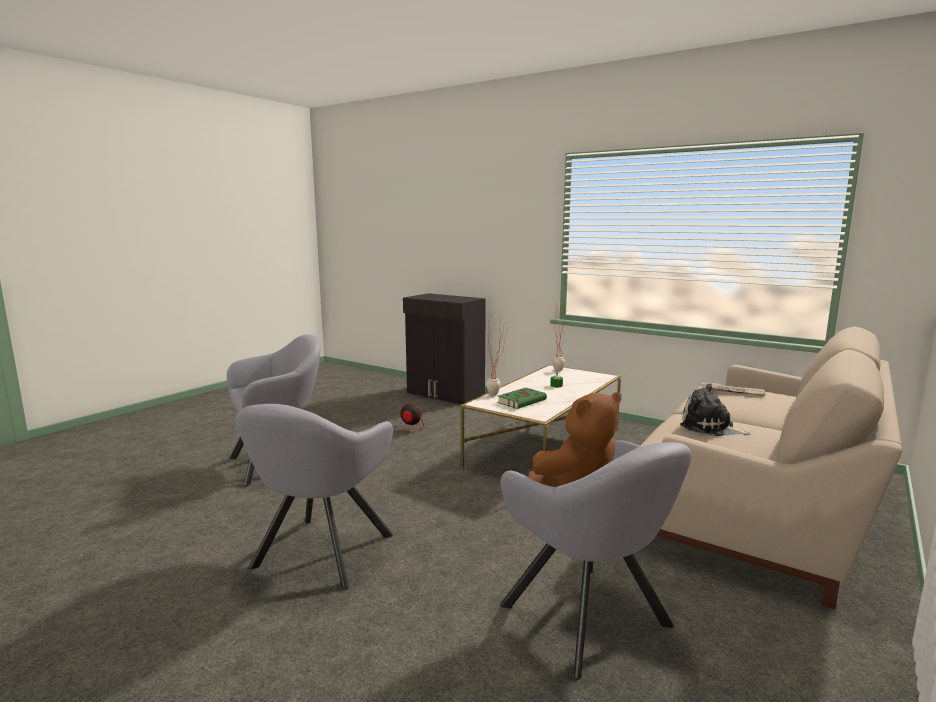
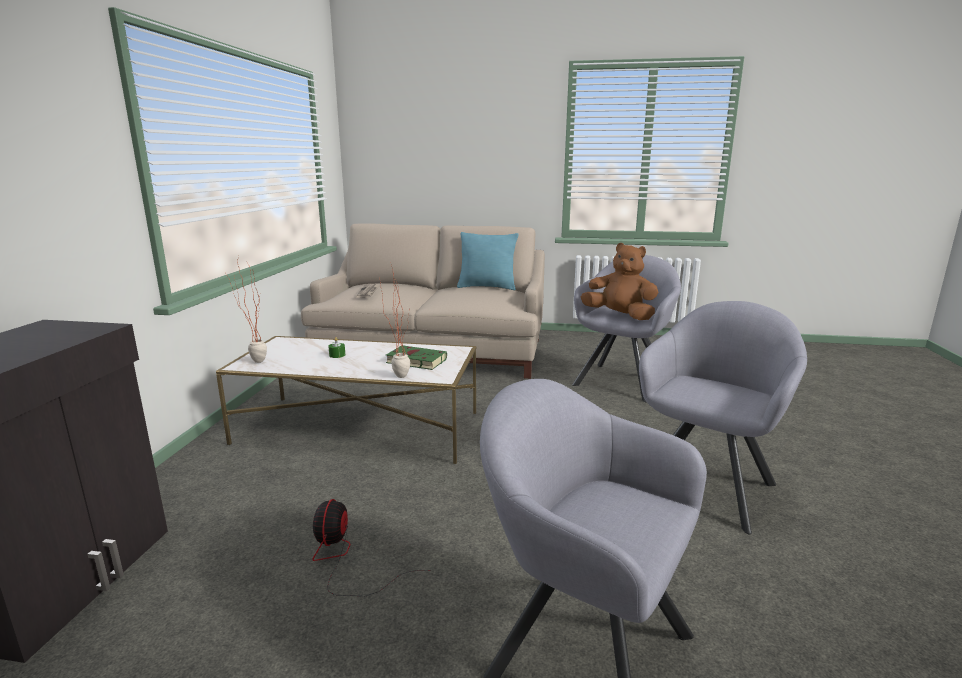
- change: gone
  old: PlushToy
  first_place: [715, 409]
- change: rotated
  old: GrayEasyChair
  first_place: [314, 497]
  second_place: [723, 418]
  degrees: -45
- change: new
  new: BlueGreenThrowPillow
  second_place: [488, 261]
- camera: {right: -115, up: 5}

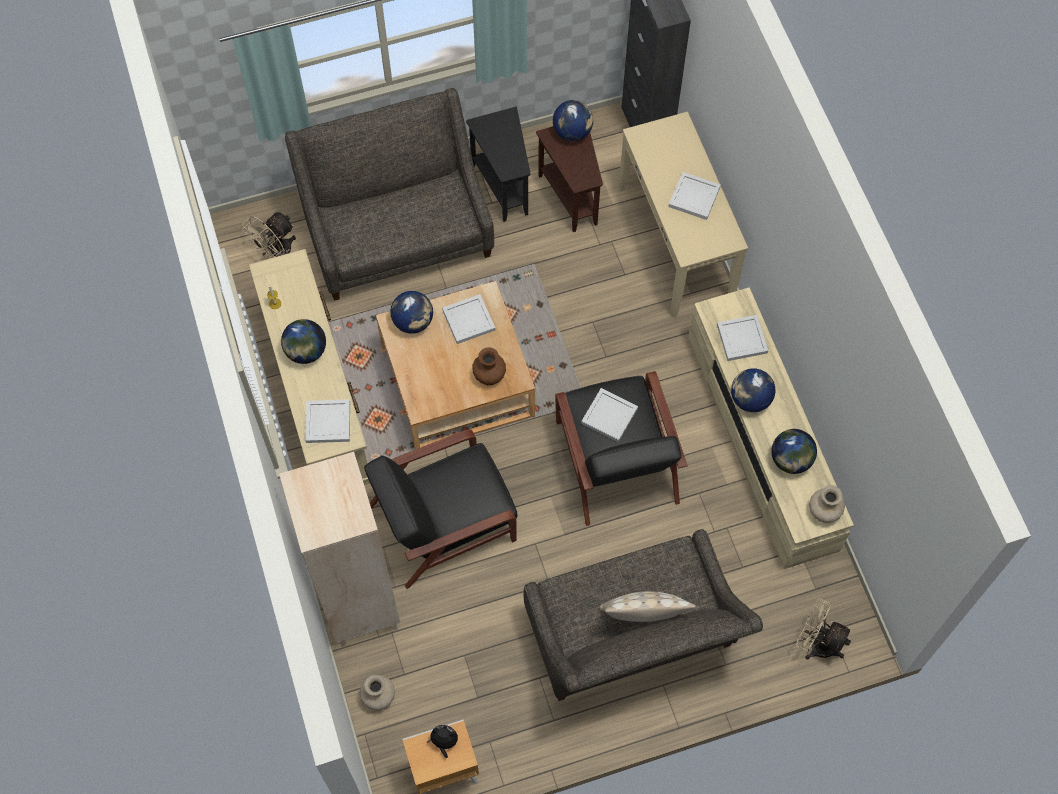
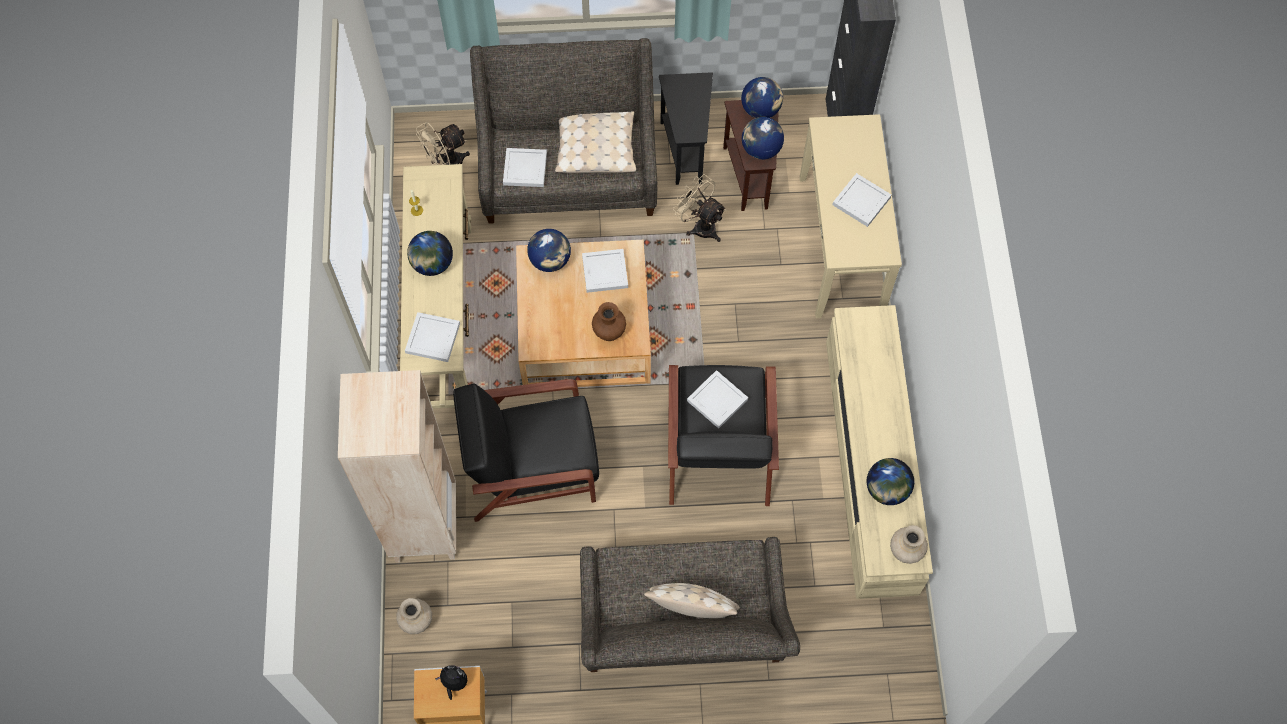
- change: shifted
  old: WhitishTray
  first_place: [742, 338]
  second_place: [525, 167]
- change: shifted
  old: WorldGlobe
  first_place: [753, 390]
  second_place: [763, 138]
- change: shifted
  old: BeigeColouredFan
  first_place: [824, 629]
  second_place: [699, 208]
- change: new
  new: BeigeColouredThrowPillow
  second_place: [595, 142]
- camera: {right: 15, up: 0}

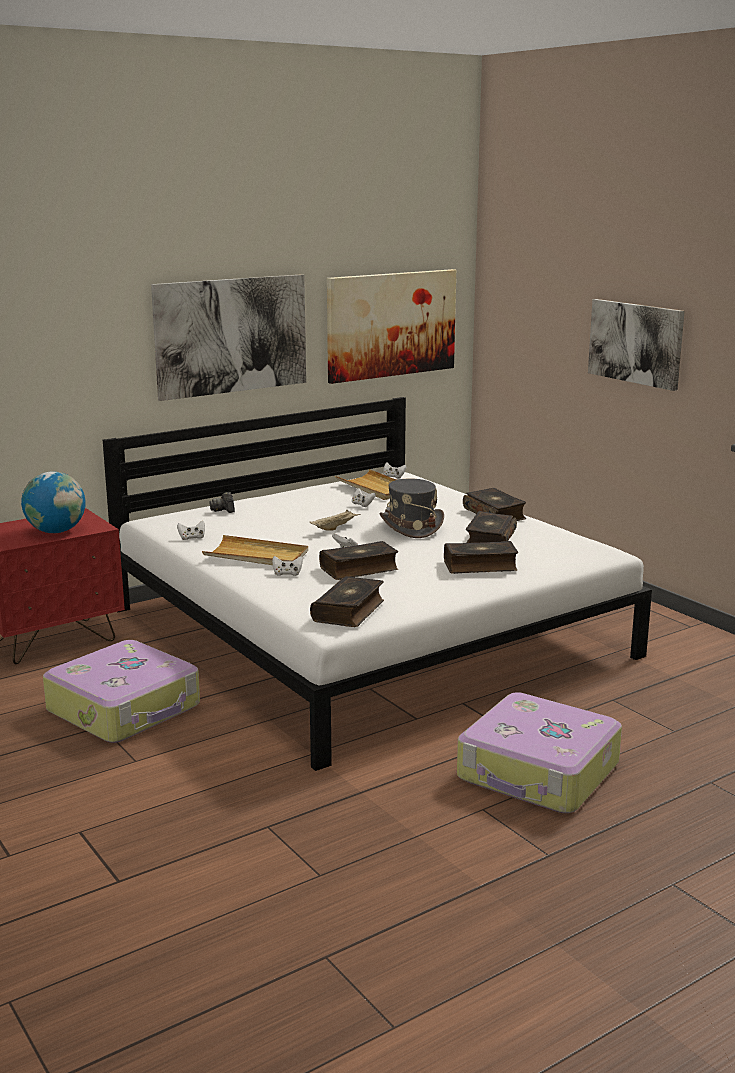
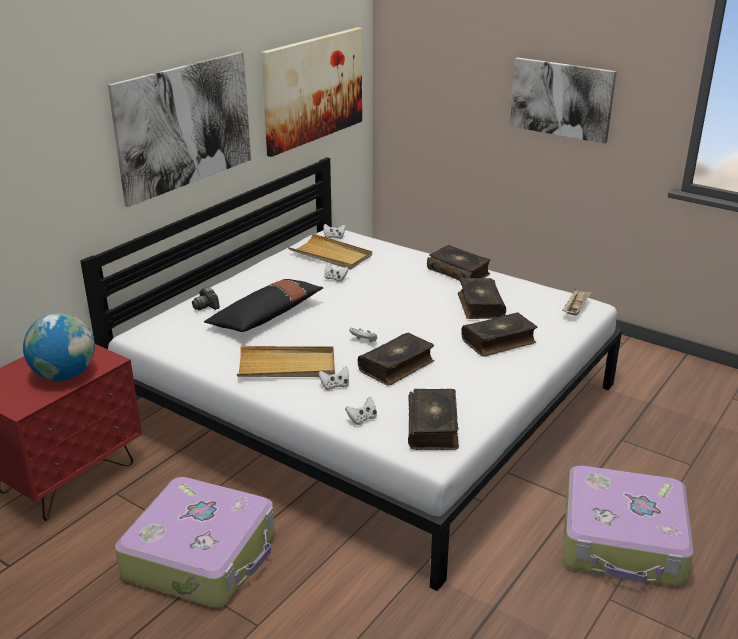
- change: gone
  old: GrayClothingHat
  first_place: [411, 508]
- change: shifted
  old: BeigeColouredTray
  first_place: [335, 520]
  second_place: [577, 302]
- change: shifted
  old: WhitishGameController
  first_place: [191, 530]
  second_place: [361, 411]
- change: new
  new: BlackColouredThrowPillow
  second_place: [264, 305]
- camera: {right: -20, up: 10}

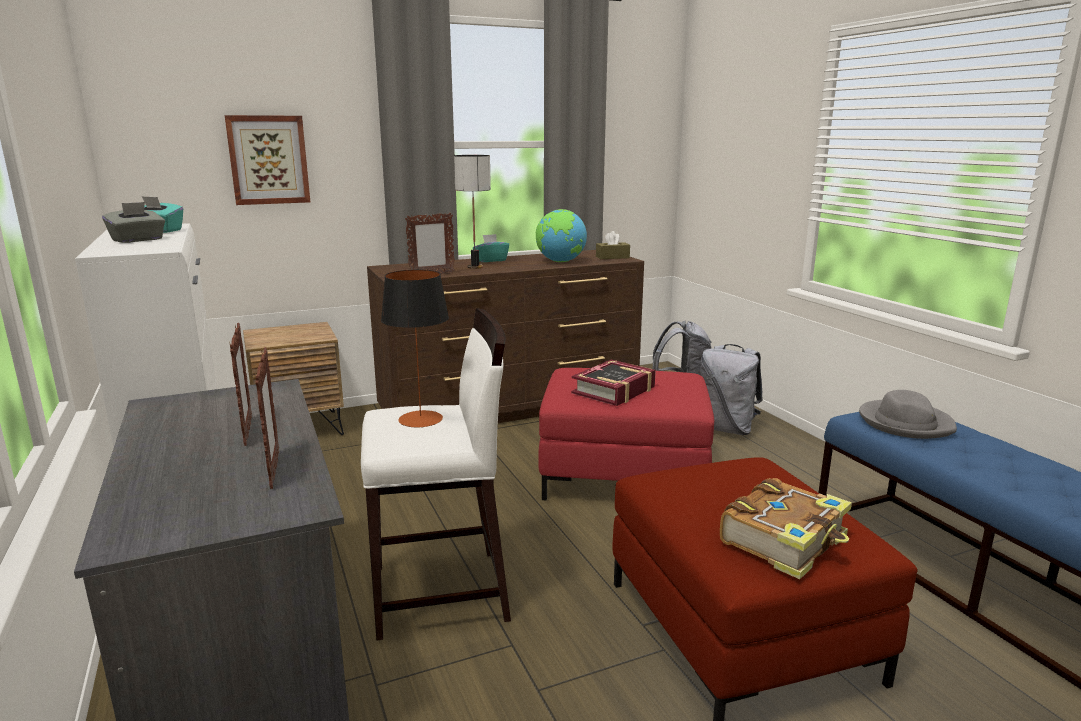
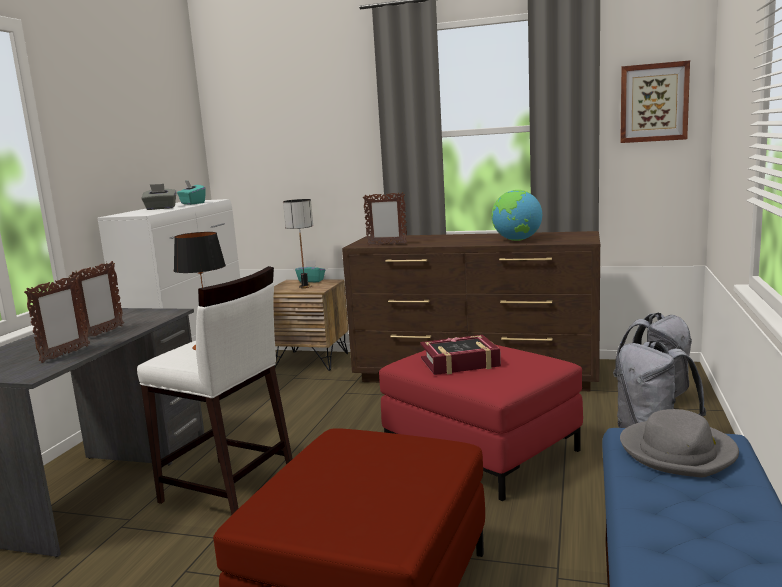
- change: shifted
  old: WallArt
  first_place: [267, 160]
  second_place: [655, 101]
- change: shifted
  old: TabletopLamp
  first_place: [472, 212]
  second_place: [298, 243]
- change: gone
  old: BrownColouredTissueBox
  first_place: [613, 245]
- change: shifted
  old: BlueGreenTissueBox
  first_place: [491, 248]
  second_place: [310, 271]
- change: gone
  old: BoundBook
  first_place: [786, 528]
- camera: {right: 40, up: -5}

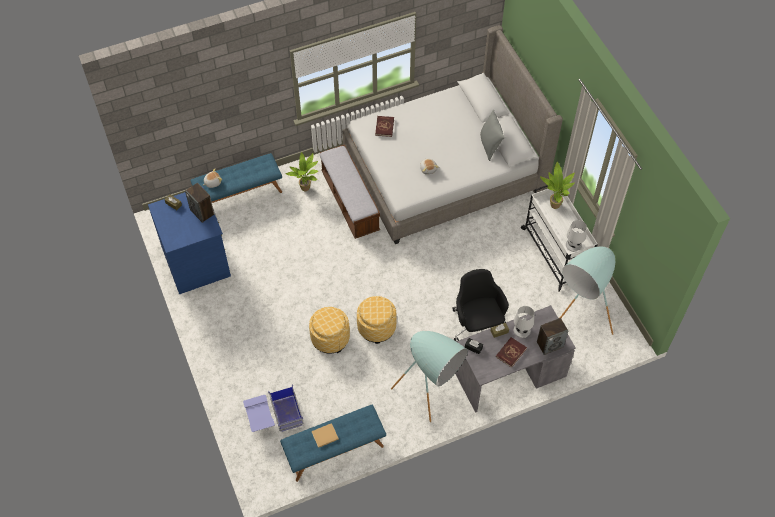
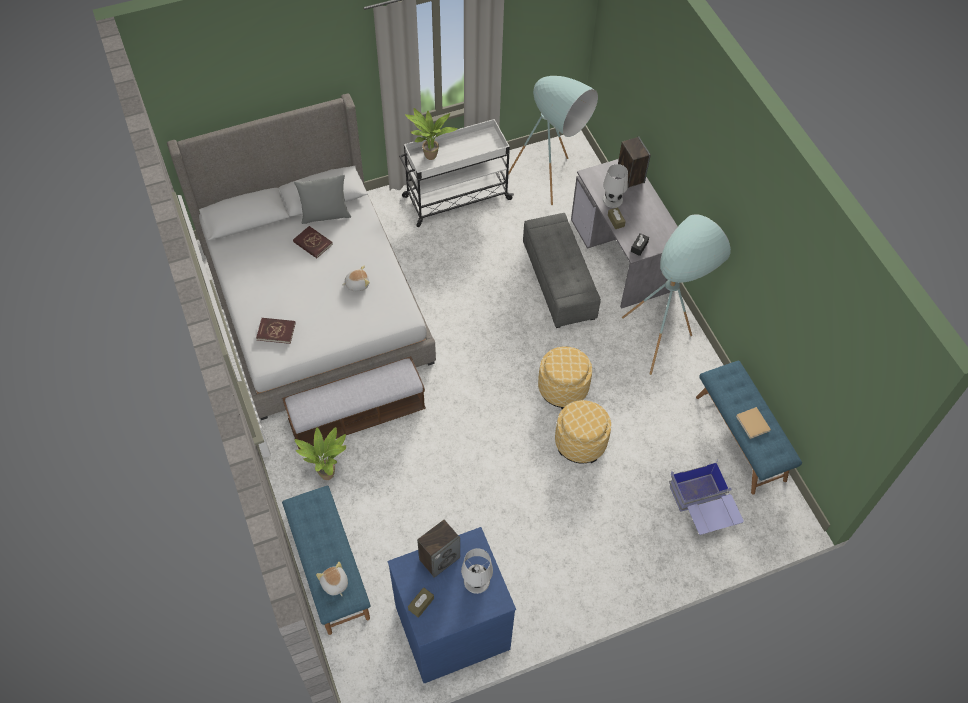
- change: shifted
  old: WhitishTabletopLamp
  first_place: [576, 236]
  second_place: [477, 571]
- change: swapped
  old: BlackColouredOfficeChair
  new: GrayFootrest
  first_place: [480, 305]
  second_place: [562, 270]
- change: shifted
  old: RedBoundBook
  first_place: [511, 352]
  second_place: [313, 242]
- camera: {right: -90, up: 0}

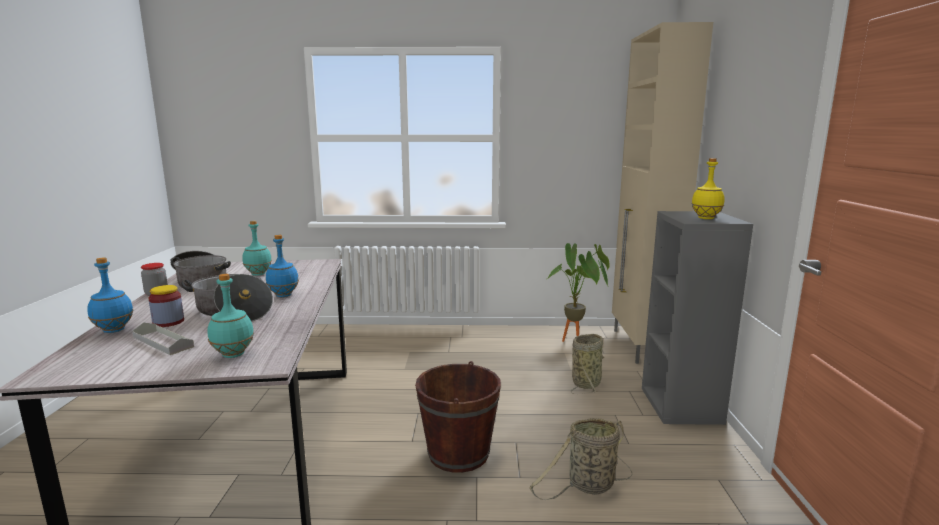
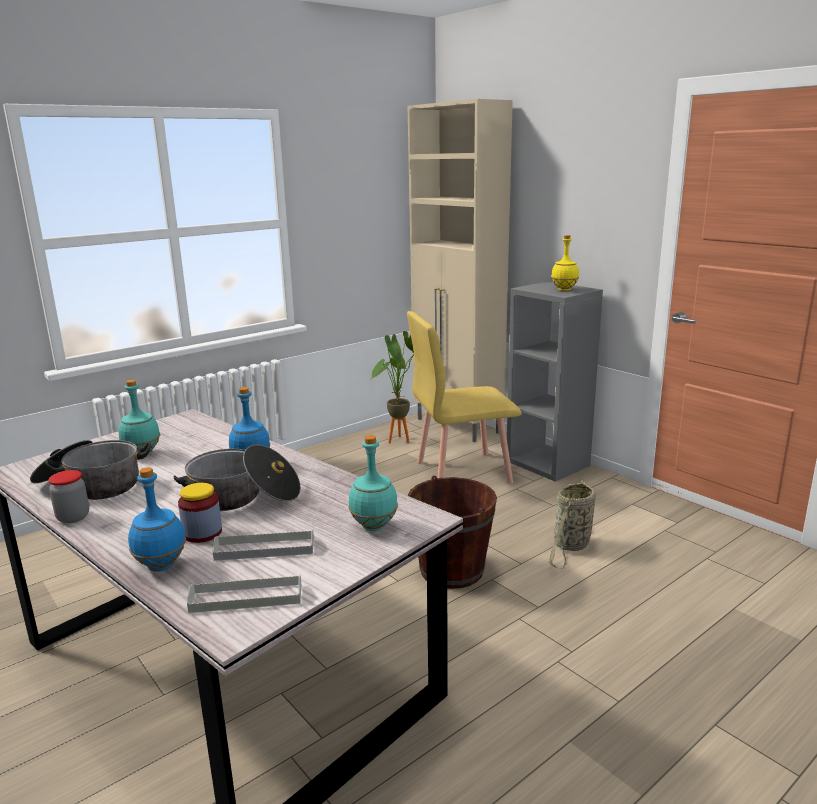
- change: swapped
  old: StorageBasket
  new: YellowColouredPlainChair
  first_place: [587, 364]
  second_place: [464, 397]
- change: new
  new: GrayTray
  second_place: [244, 594]
- camera: {right: -40, up: 5}

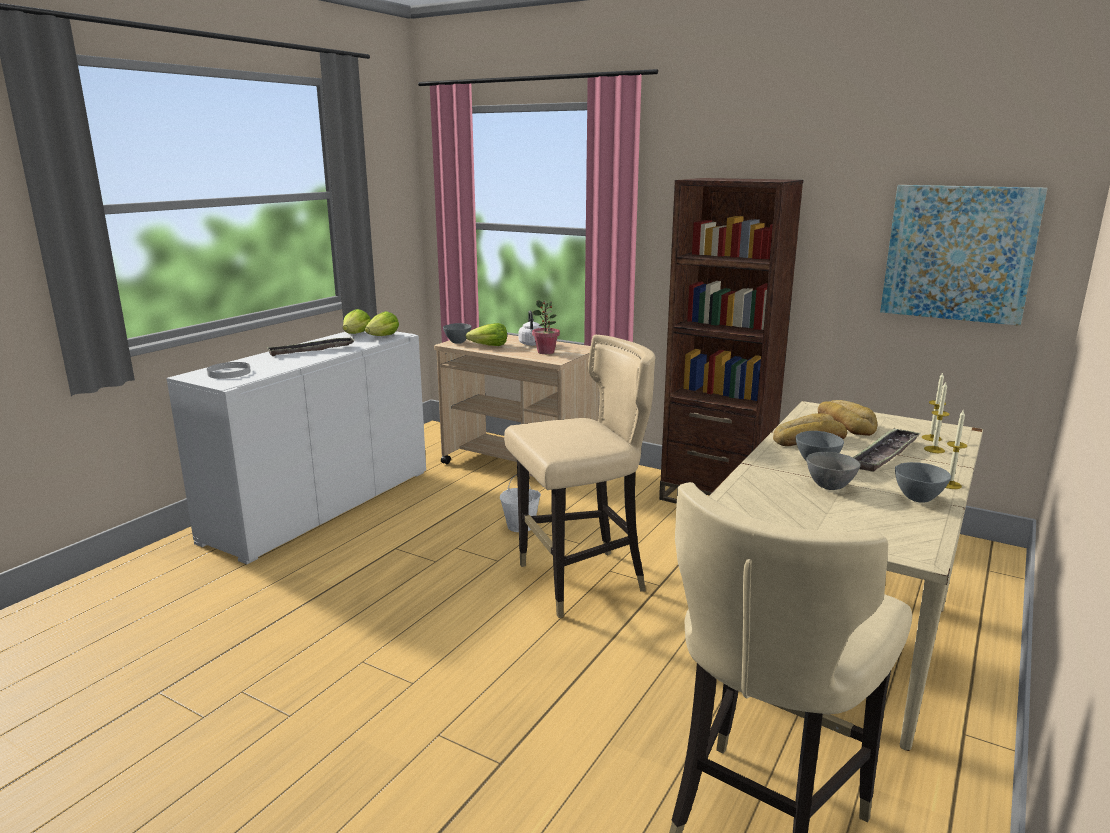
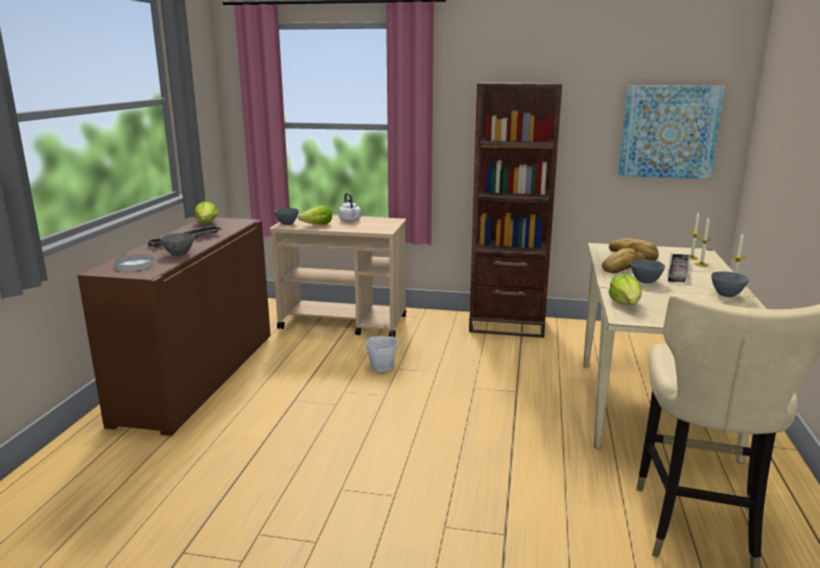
- change: gone
  old: PottedPlant
  first_place: [546, 327]
- change: shifted
  old: HeadOfLettuce
  first_place: [382, 323]
  second_place: [625, 289]
- change: repainted
  old: WhitishCabinet
  new: BrownColouredCabinet
  first_place: [296, 447]
  second_place: [174, 326]
- change: gone
  old: BeigeColouredPlainChair
  first_place: [579, 476]
- change: shifted
  old: GrayServingBowl
  first_place: [834, 471]
  second_place: [177, 244]
- camera: {right: -20, up: 0}

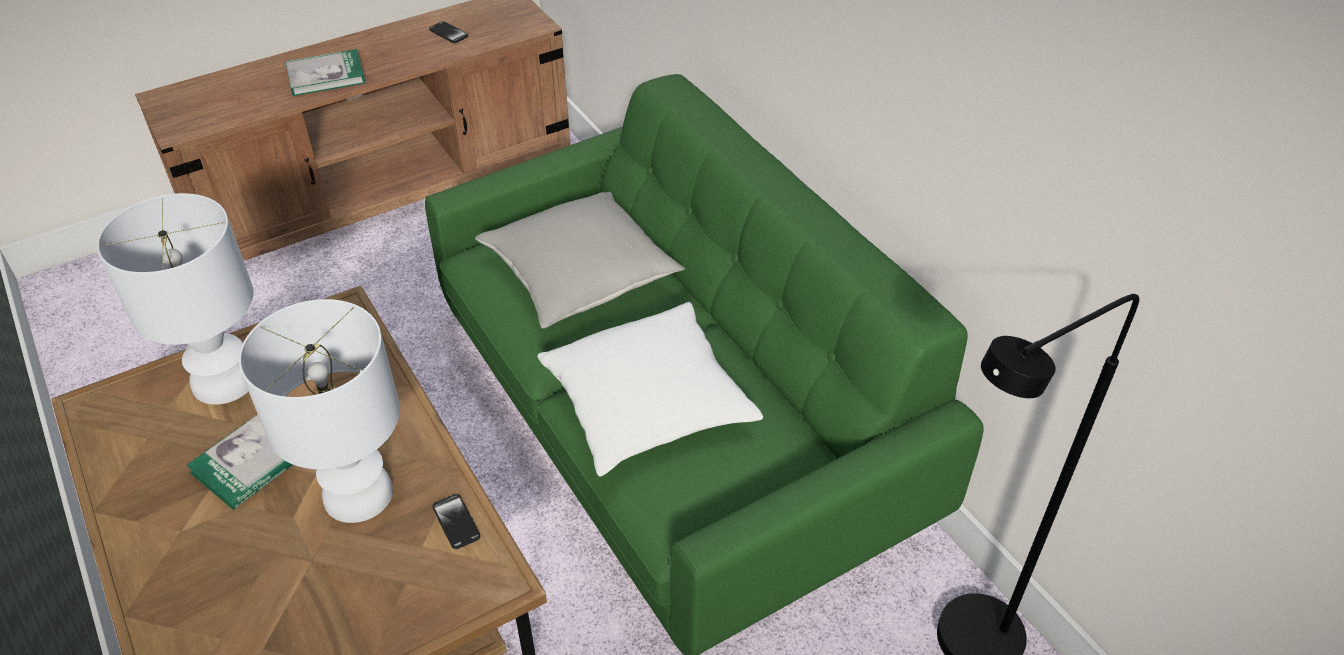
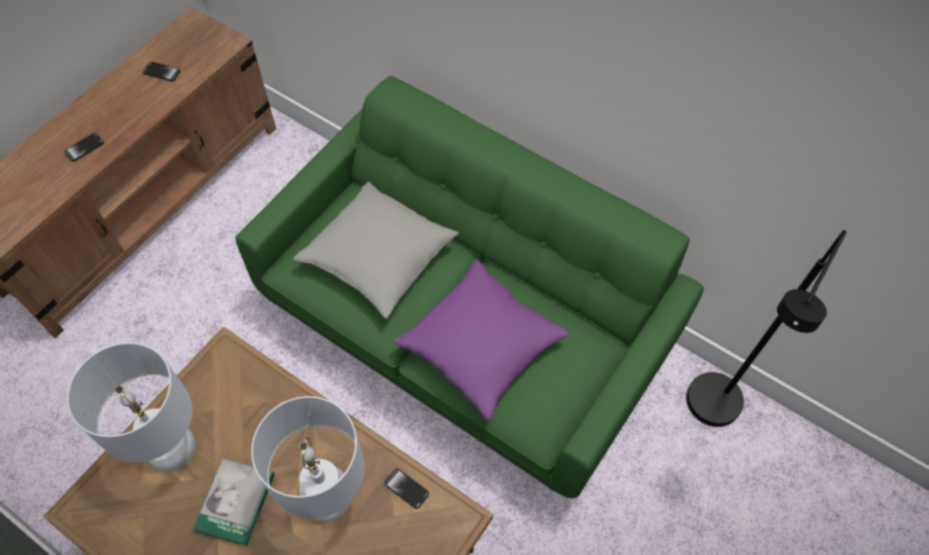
- change: swapped
  old: BoundBook
  new: Telephone
  first_place: [325, 72]
  second_place: [84, 147]
- change: repainted
  old: WhitishThrowPillow
  new: PurplishThrowPillow
  first_place: [650, 389]
  second_place: [481, 340]
- camera: {right: -25, up: 15}

